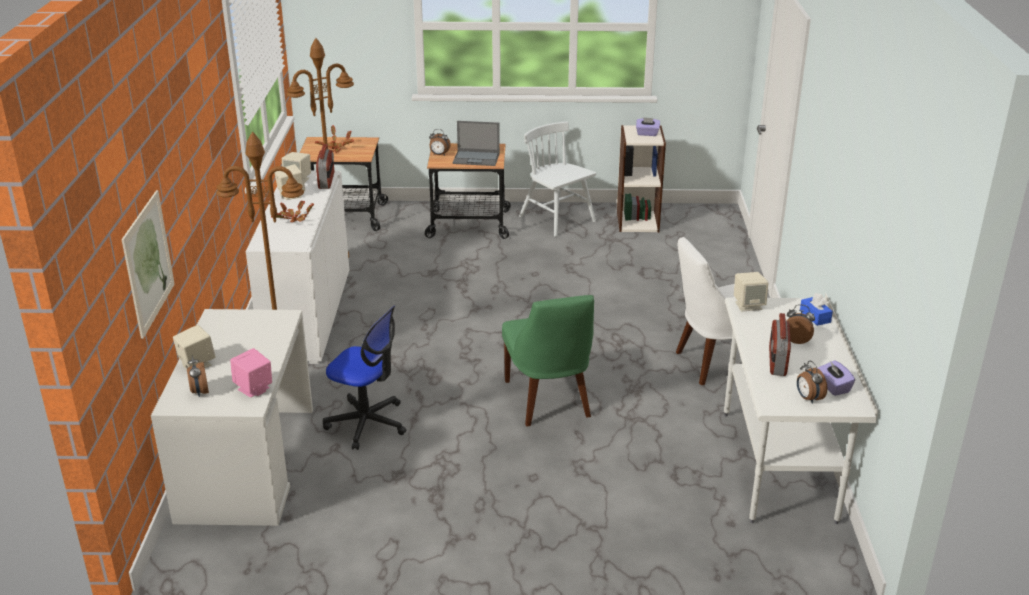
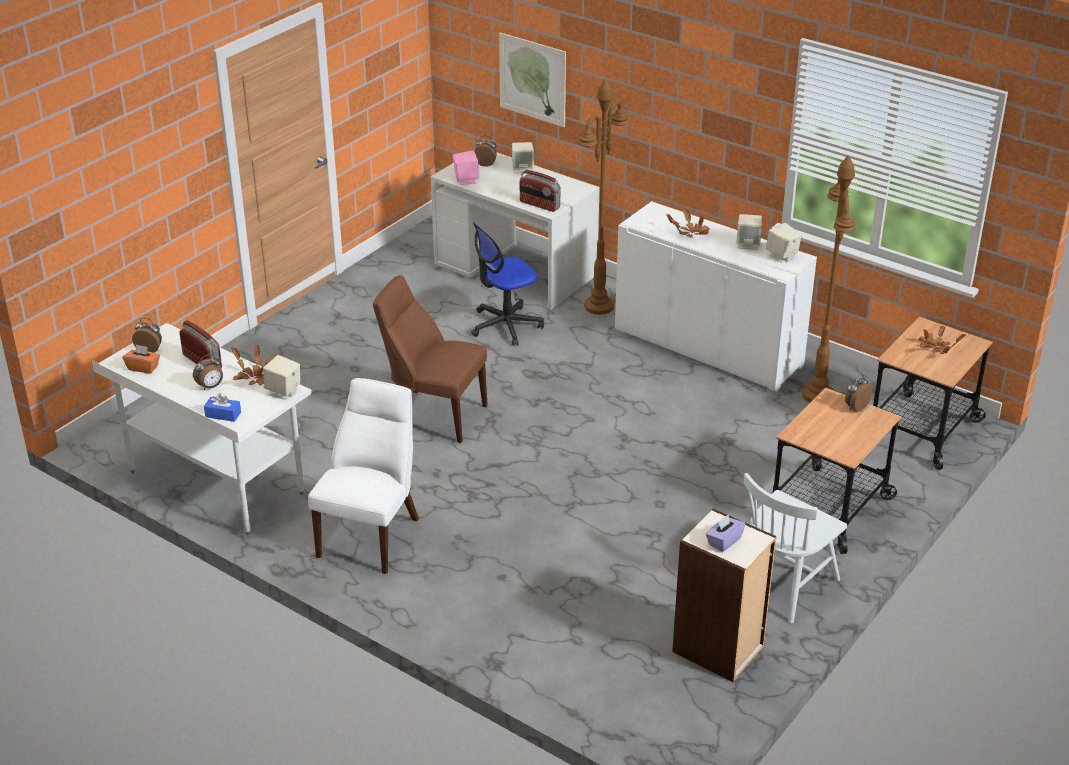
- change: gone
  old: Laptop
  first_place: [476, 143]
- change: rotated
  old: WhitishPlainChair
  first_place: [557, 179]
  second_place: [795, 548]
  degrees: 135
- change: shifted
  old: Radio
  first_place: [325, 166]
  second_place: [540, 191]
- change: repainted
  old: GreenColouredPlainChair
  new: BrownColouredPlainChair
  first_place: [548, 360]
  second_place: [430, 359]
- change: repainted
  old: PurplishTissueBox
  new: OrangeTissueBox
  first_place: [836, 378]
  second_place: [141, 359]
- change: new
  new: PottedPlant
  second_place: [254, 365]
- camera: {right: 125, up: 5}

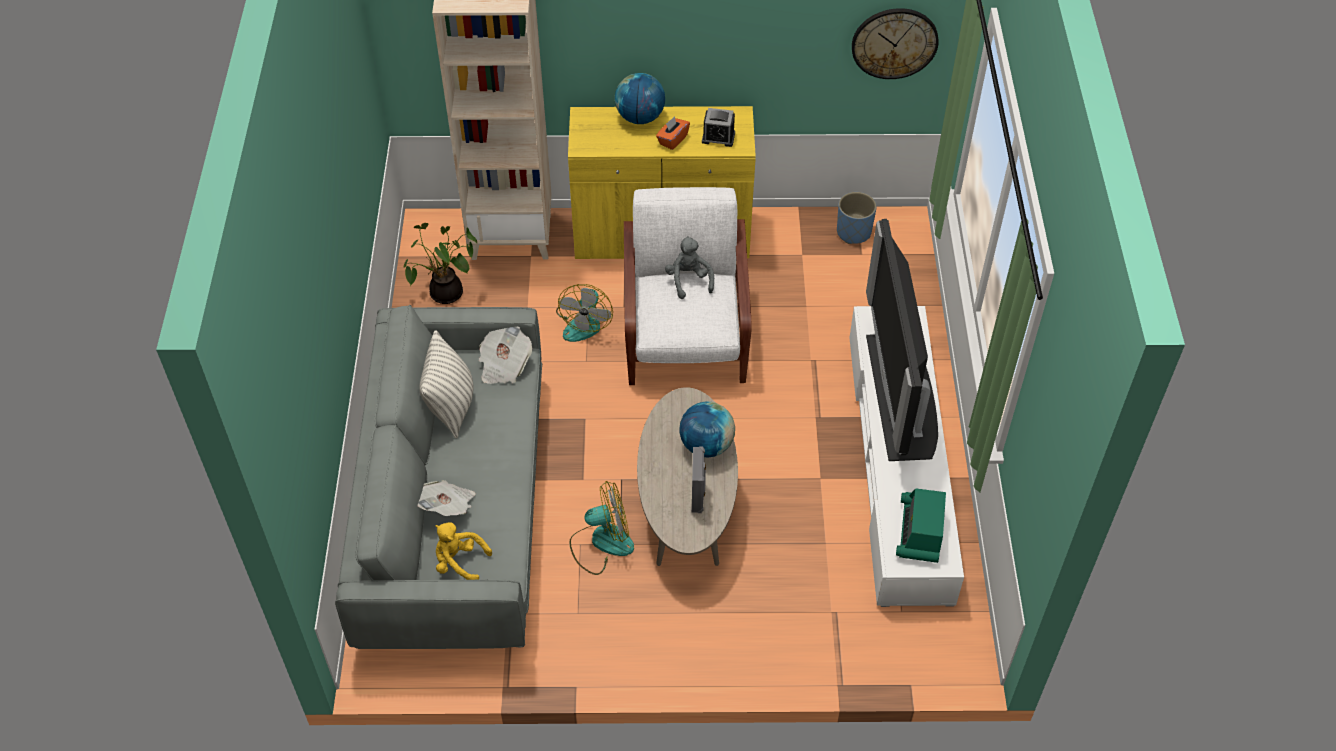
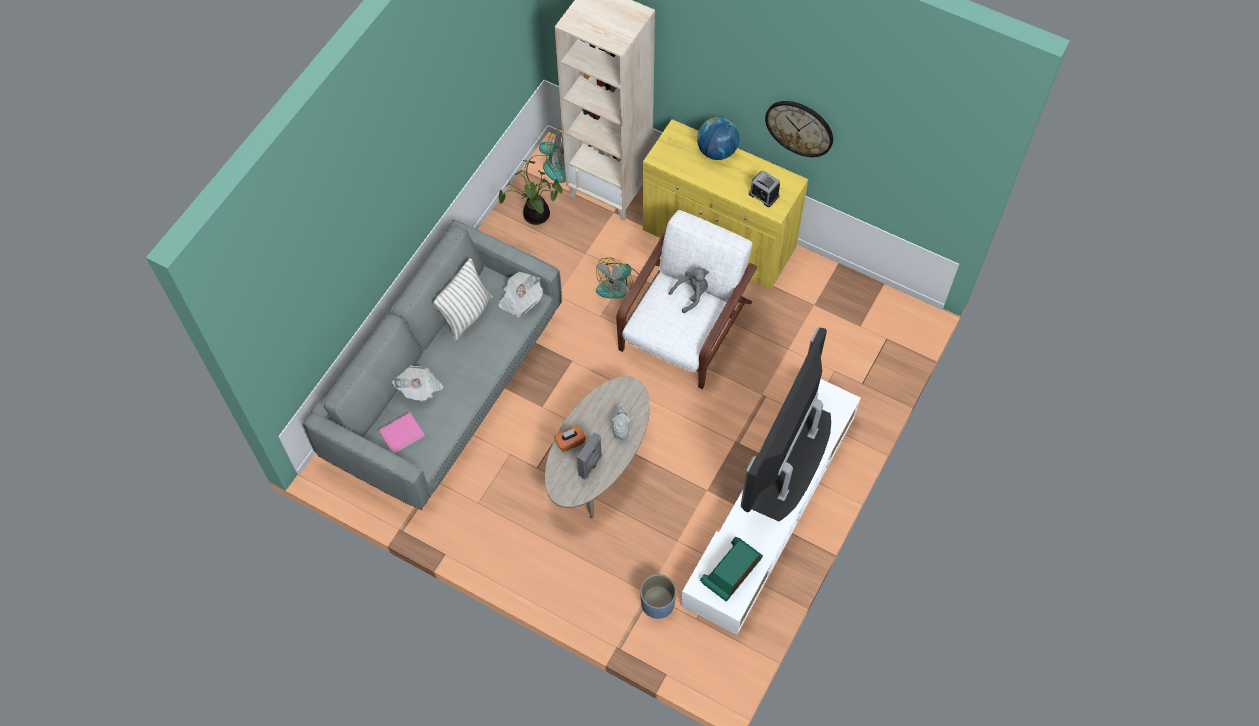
- change: shifted
  old: ClockOnTheWall
  first_place: [895, 43]
  second_place: [799, 129]
- change: shifted
  old: OrangeTissueBox
  first_place: [673, 133]
  second_place: [570, 438]
- change: shifted
  old: BlueColouredPlanter
  first_place: [857, 218]
  second_place: [658, 596]
- change: rotated
  old: GrayPlushToy
  first_place: [689, 267]
  second_place: [689, 290]
  degrees: 45
- change: swapped
  old: WorldGlobe
  new: GrayPotForTea
  first_place: [707, 429]
  second_place: [621, 423]
- change: shifted
  old: Fan
  first_place: [601, 528]
  second_place: [546, 157]
- change: swapped
  old: YellowColouredPlushToy
  new: PinkBoundBook
  first_place: [463, 551]
  second_place: [402, 433]
- camera: {right: 30, up: 10}

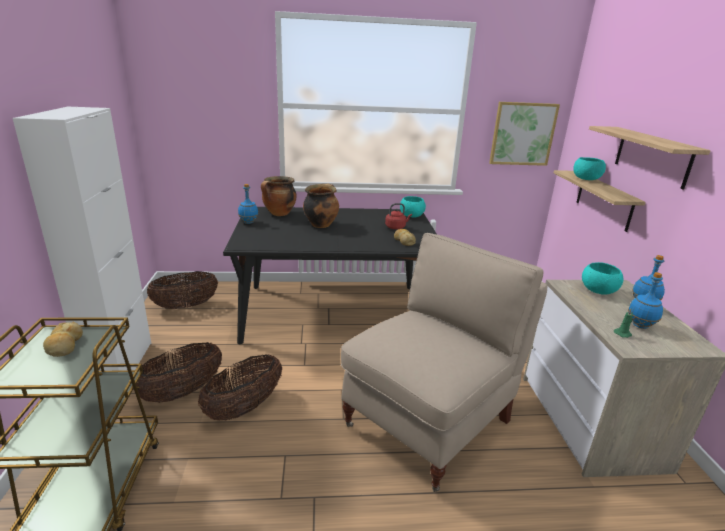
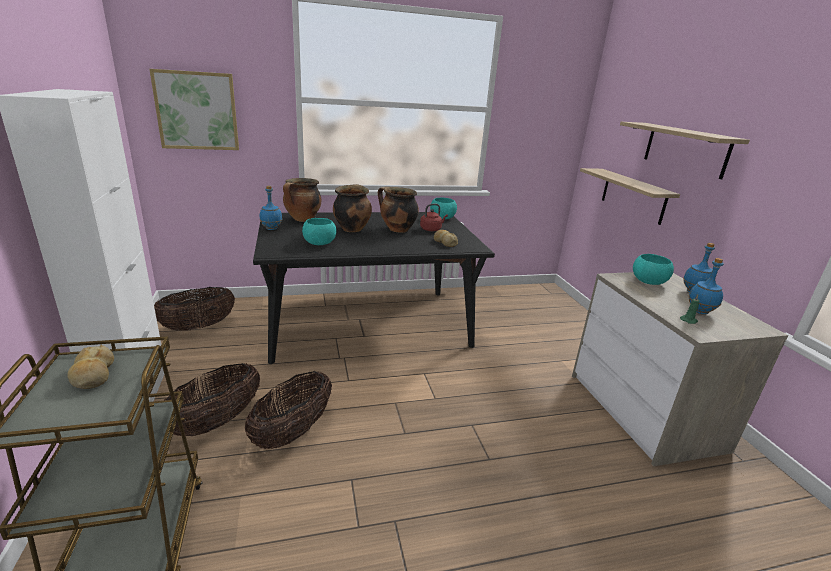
- change: shifted
  old: WallArt
  first_place: [524, 134]
  second_place: [194, 109]
- change: shifted
  old: BlueGreenServingBowl
  first_place: [590, 168]
  second_place: [319, 231]
- change: gone
  old: BeigeColouredPlainChair
  first_place: [444, 362]
- change: new
  new: Stockpot
  second_place: [398, 210]
- camera: {right: -10, up: 0}

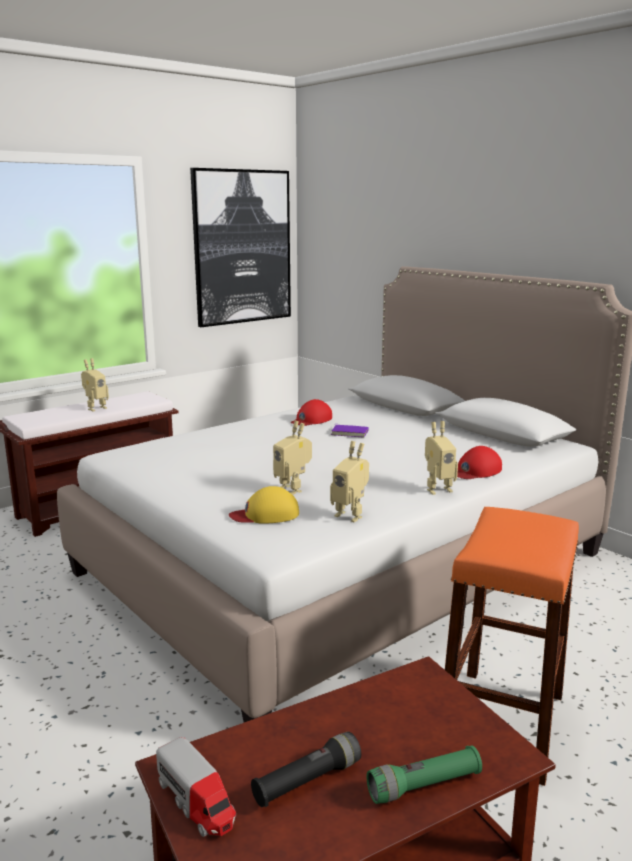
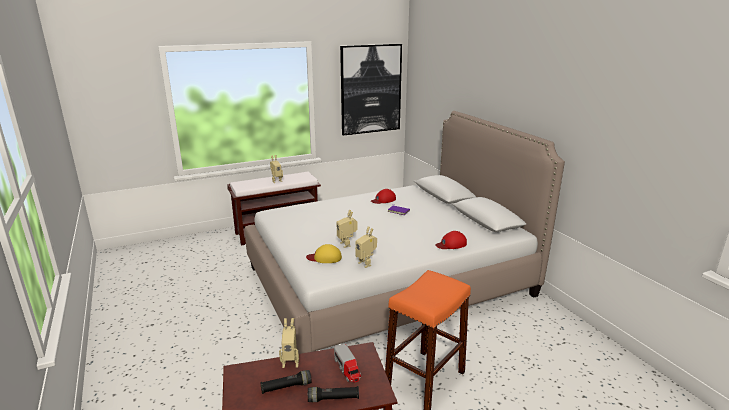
- change: shifted
  old: RobotFigure
  first_place: [441, 458]
  second_place: [289, 343]
- change: shifted
  old: ModelTruck
  first_place: [196, 787]
  second_place: [347, 363]
- change: repainted
  old: GreenColouredFlashlight
  new: BlackColouredFlashlight
  first_place: [424, 775]
  second_place: [333, 394]
- camera: {right: 15, up: 5}

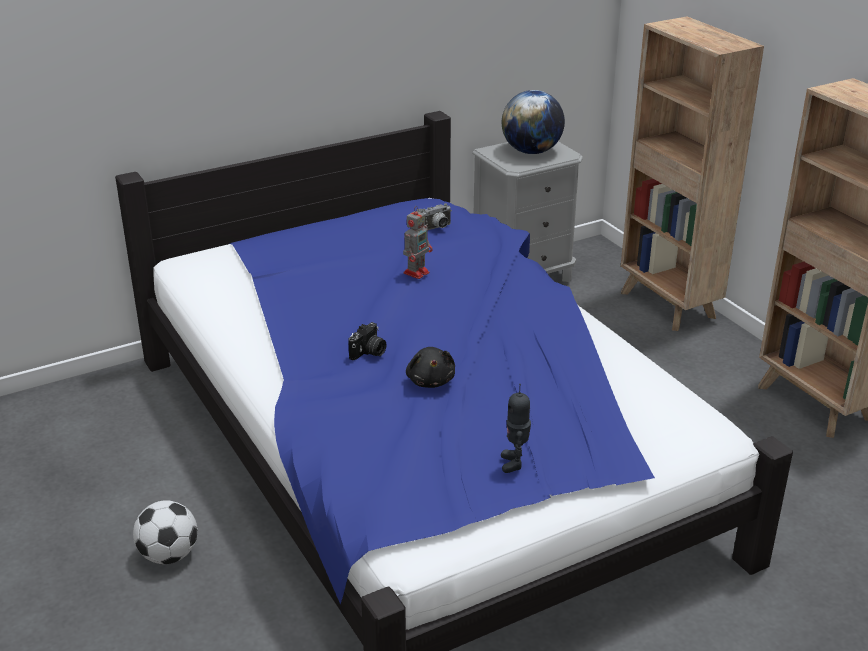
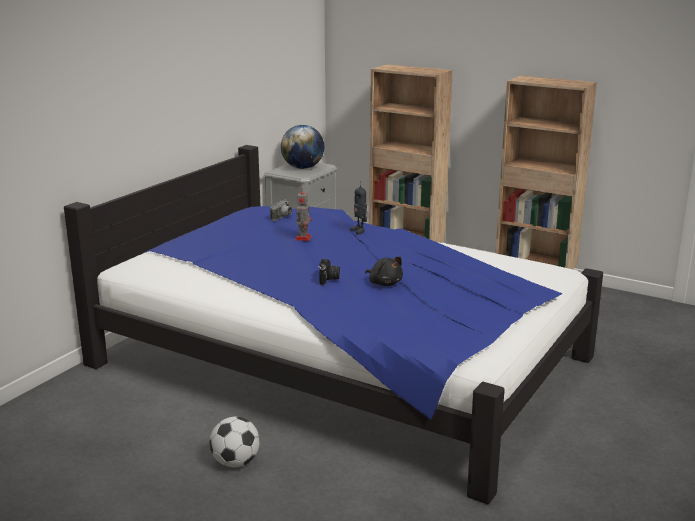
- change: shifted
  old: RobotFigure
  first_place: [516, 428]
  second_place: [358, 207]
- camera: {right: -30, up: -10}

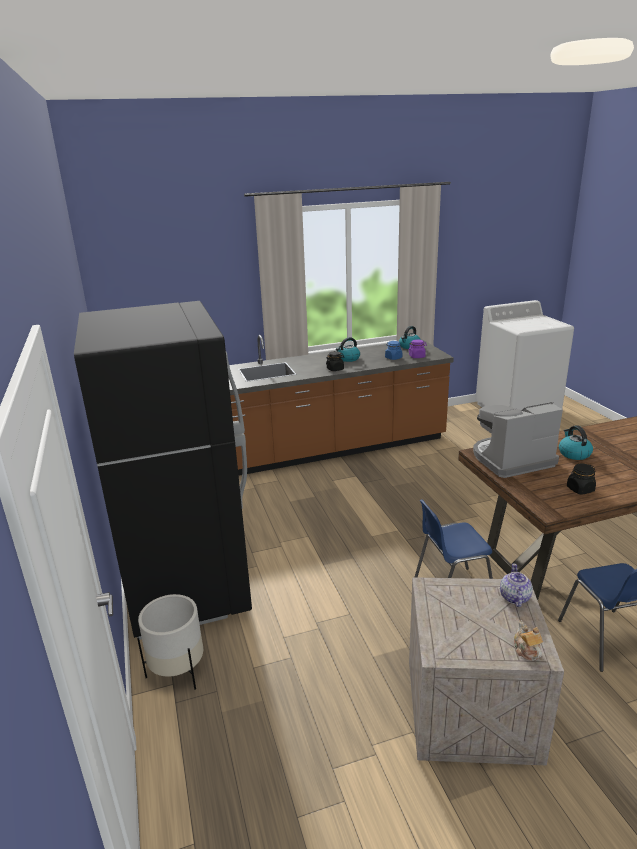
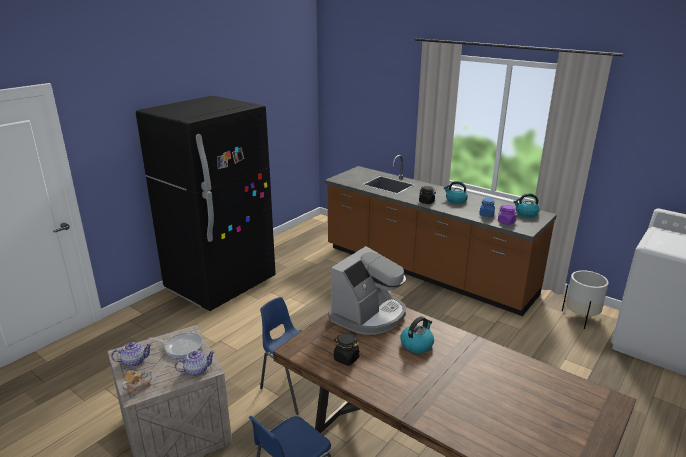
- change: rotated
  old: CoffeeMaker
  first_place: [518, 440]
  second_place: [367, 290]
  degrees: 90
- change: shifted
  old: WhitishPlanter
  first_place: [170, 641]
  second_place: [585, 299]
- change: new
  new: FryingPan
  second_place: [175, 345]
- change: new
  new: PotForTea
  second_place: [131, 354]
- camera: {right: 55, up: 0}

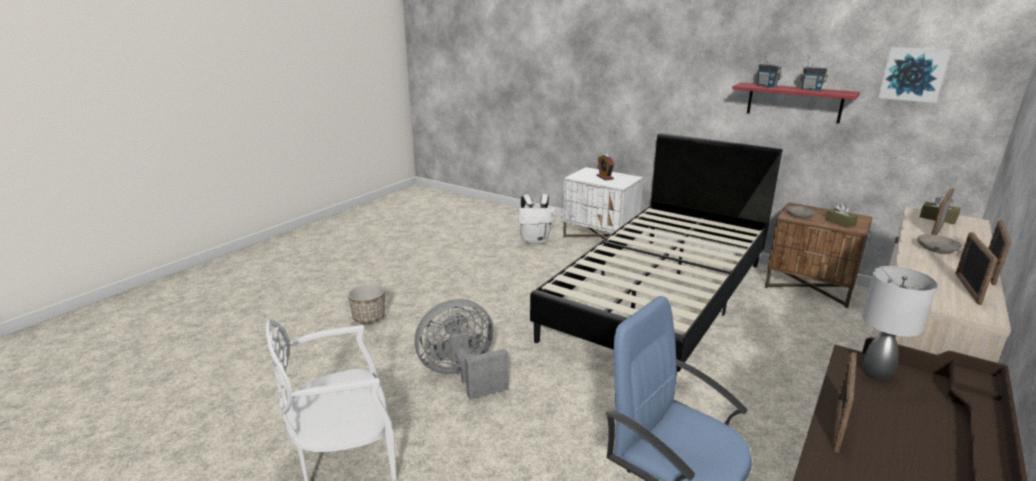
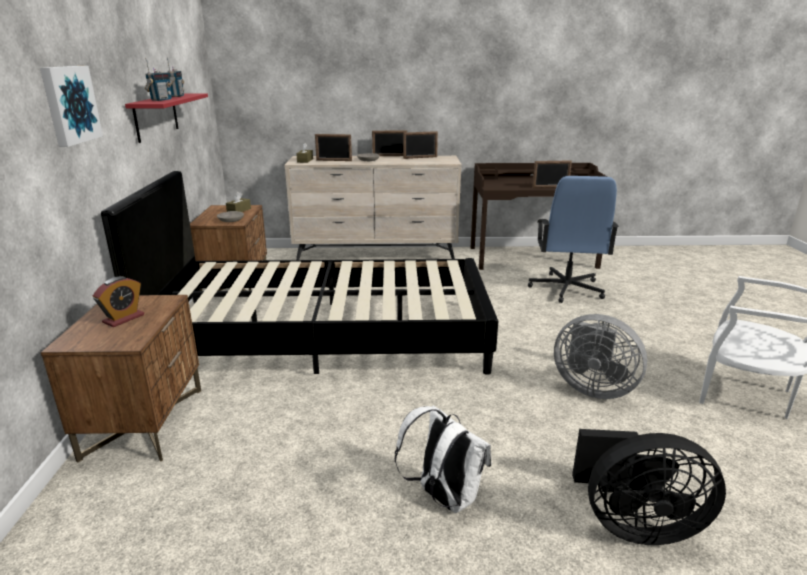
- change: shifted
  old: WallArt
  first_place: [914, 75]
  second_place: [71, 106]
- change: repainted
  old: WhitishBedsideTable
  new: BrownColouredBedsideTable
  first_place: [603, 203]
  second_place: [121, 379]
- change: shifted
  old: WhitishBackpack
  first_place: [537, 219]
  second_place: [443, 459]
- change: gone
  old: GrayTabletopLamp
  first_place: [900, 323]
- change: swapped
  old: Planter
  new: BlackColouredFan
  first_place: [366, 303]
  second_place: [649, 487]
- camera: {right: -125, up: 0}

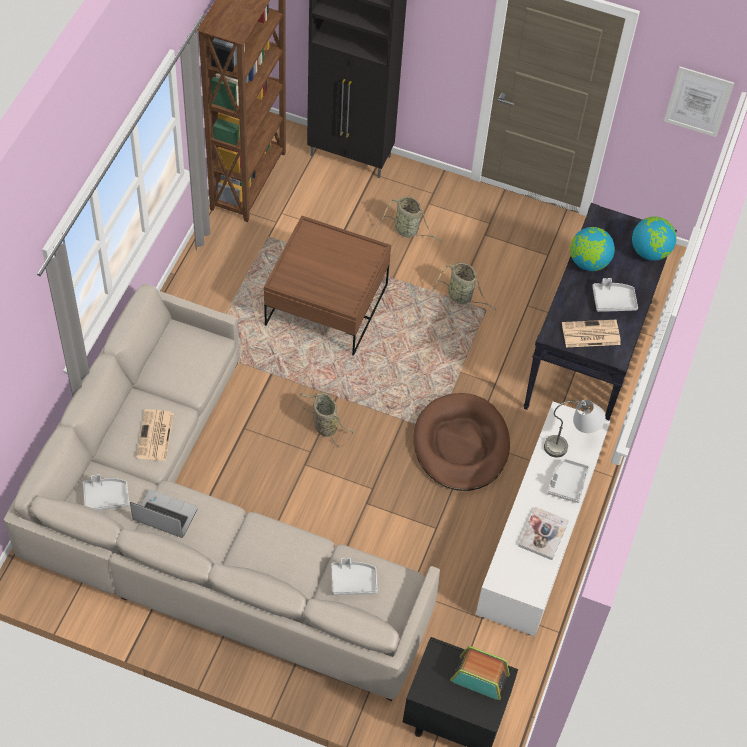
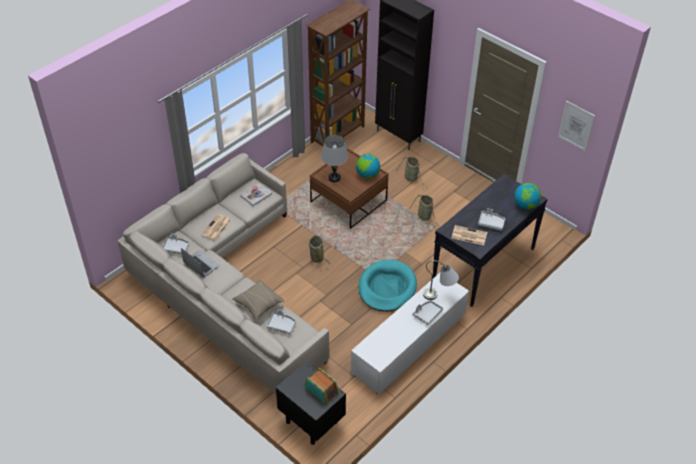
- change: shifted
  old: WorldGlobe
  first_place: [592, 249]
  second_place: [368, 166]
- change: repainted
  old: BrownColouredDogCushion
  new: BlueGreenDogCushion
  first_place: [461, 442]
  second_place: [388, 286]
- change: shifted
  old: BoundBook
  first_place: [543, 533]
  second_place: [256, 194]
- change: new
  new: GrayTabletopLamp
  second_place: [334, 158]
- change: new
  new: BeigeColouredThrowPillow
  second_place: [258, 300]
- camera: {right: 25, up: -10}

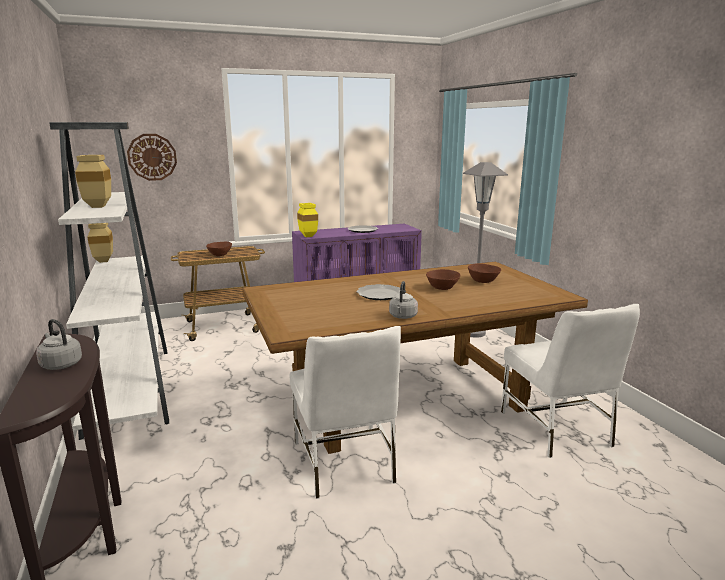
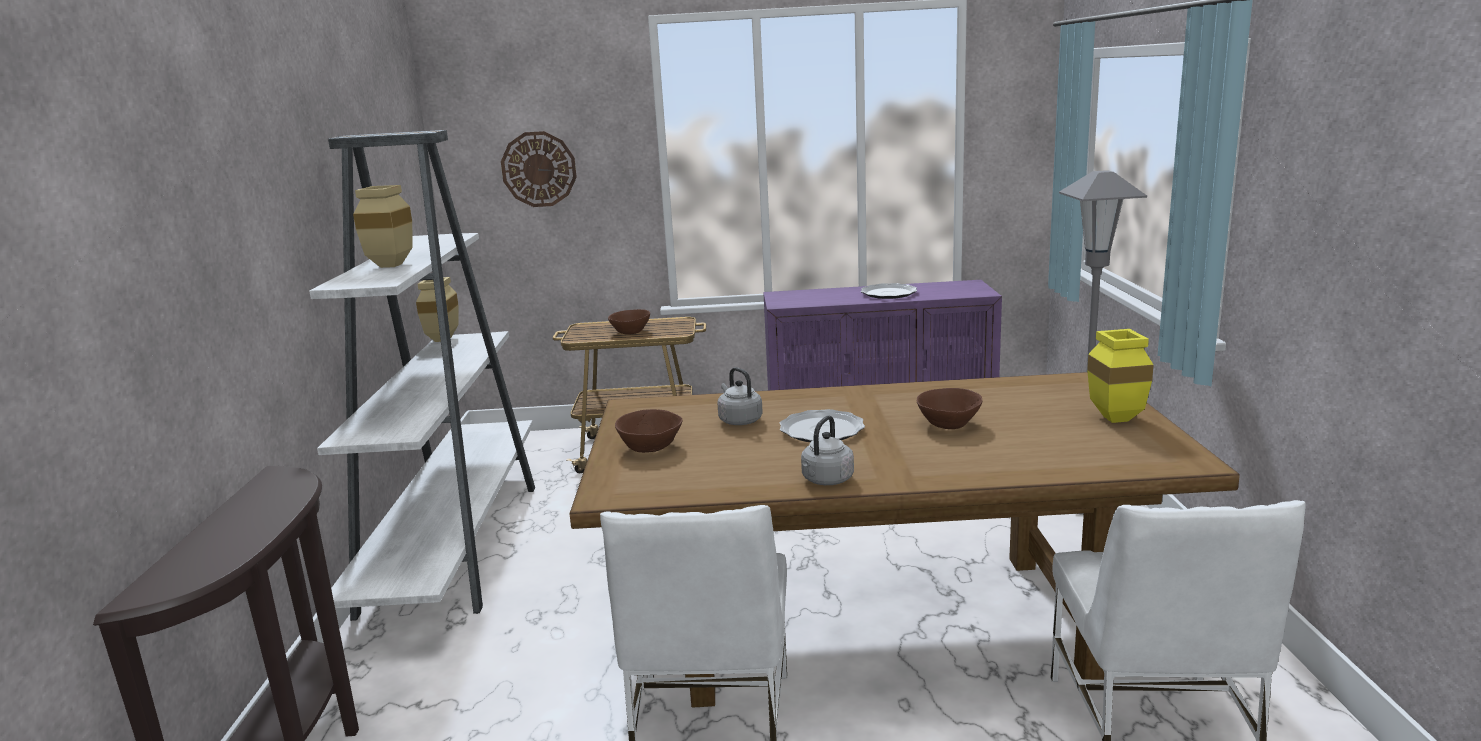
- change: shifted
  old: YellowColouredVase
  first_place: [307, 220]
  second_place: [1120, 376]
- change: shifted
  old: BrownColouredServingBowl
  first_place: [484, 273]
  second_place: [649, 431]
- change: shifted
  old: GrayWaterKettle
  first_place: [59, 344]
  second_place: [740, 396]
- camera: {right: 20, up: 0}

